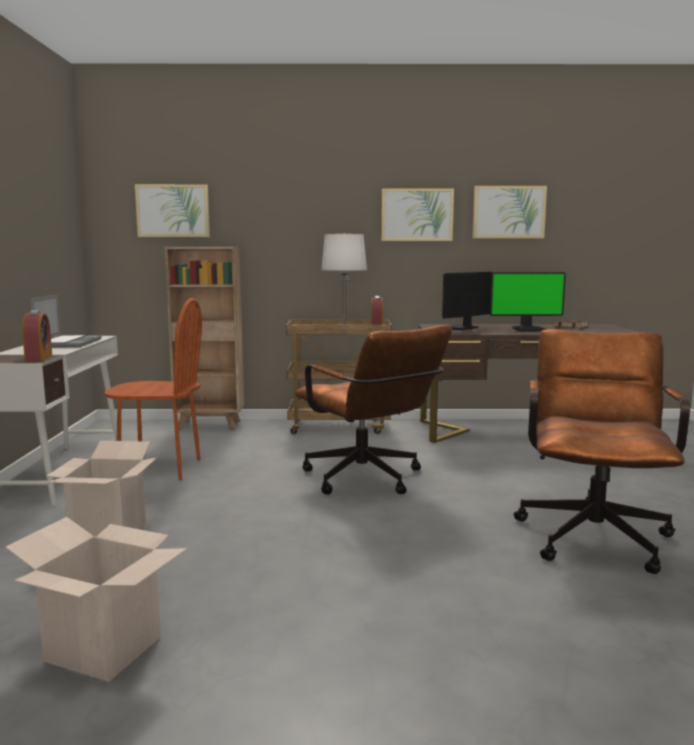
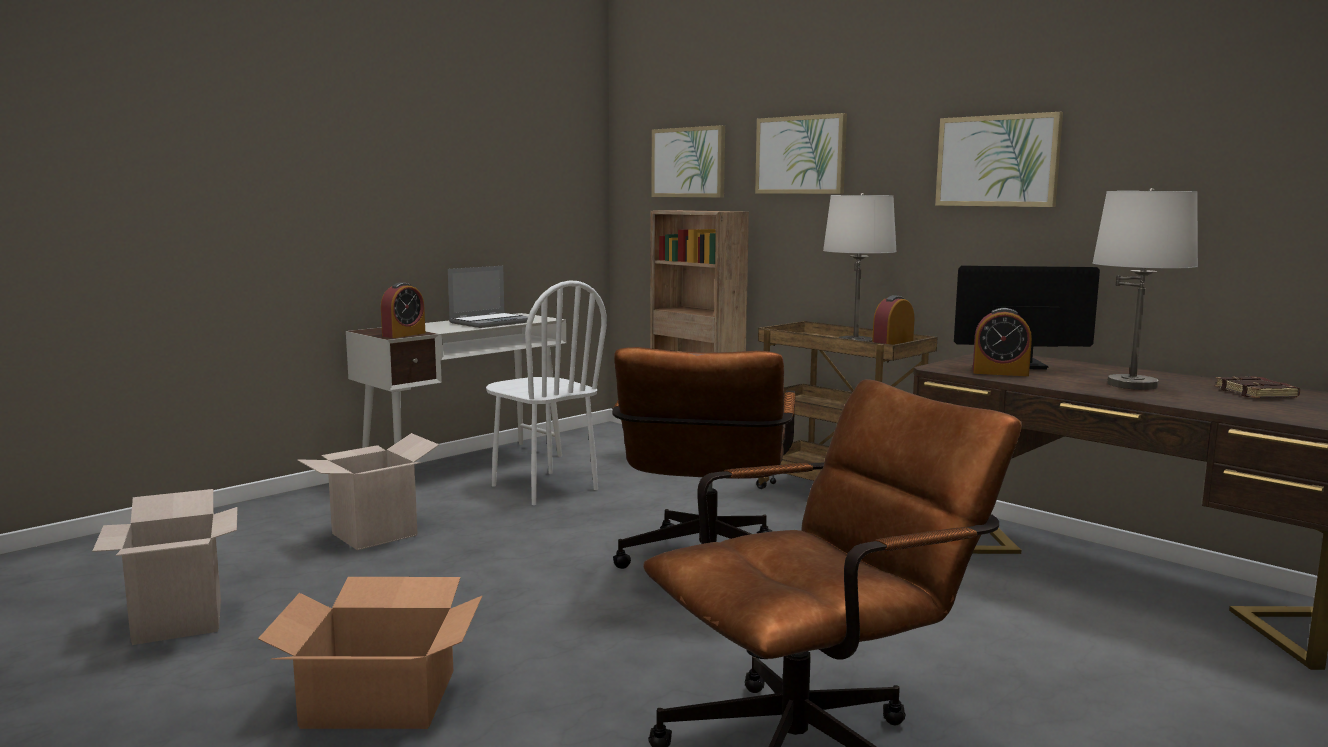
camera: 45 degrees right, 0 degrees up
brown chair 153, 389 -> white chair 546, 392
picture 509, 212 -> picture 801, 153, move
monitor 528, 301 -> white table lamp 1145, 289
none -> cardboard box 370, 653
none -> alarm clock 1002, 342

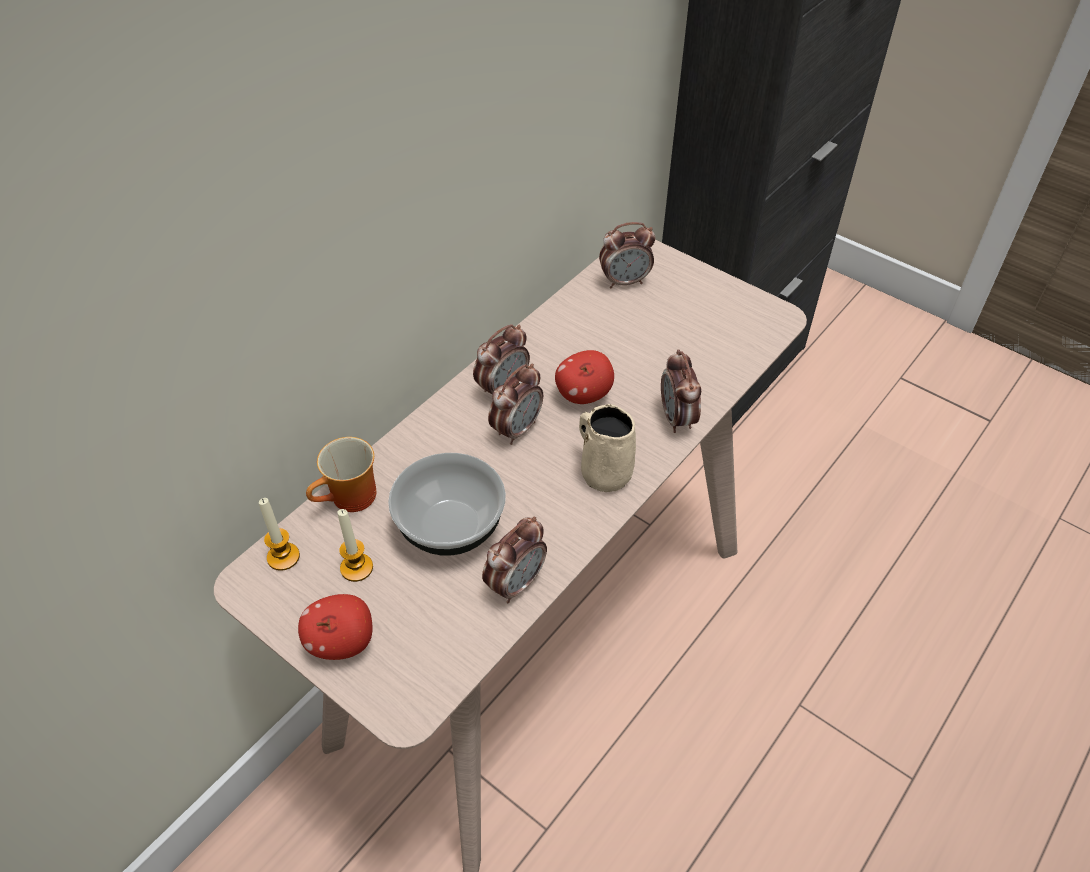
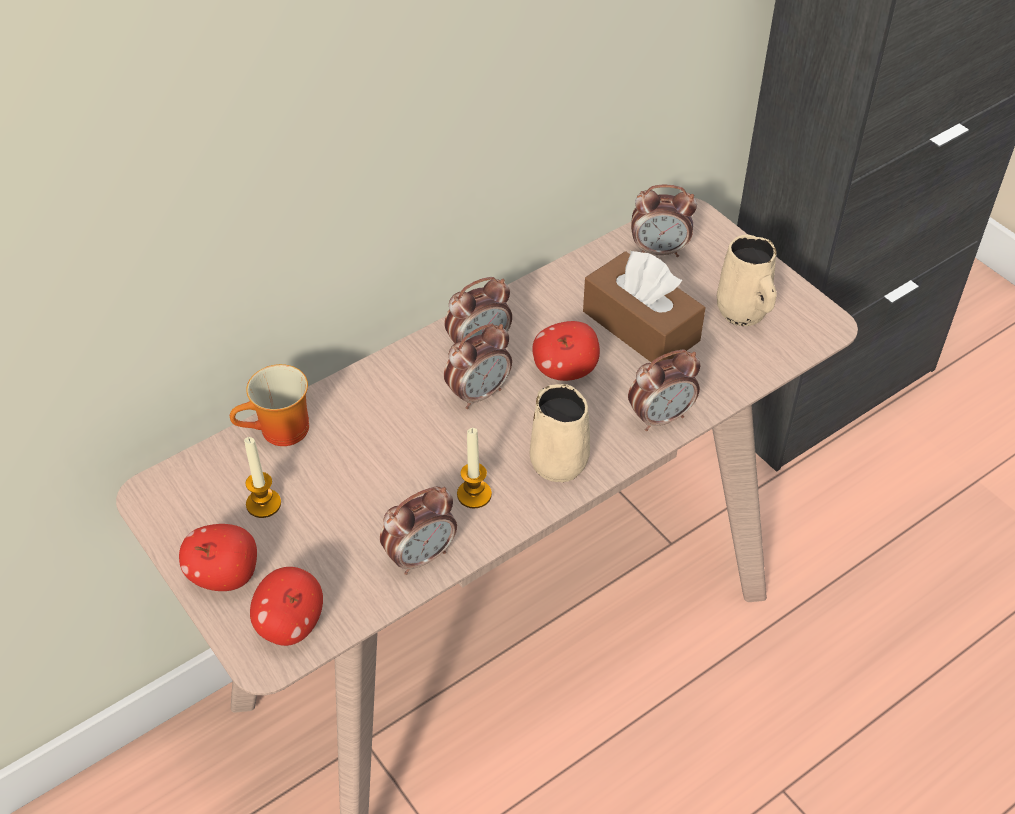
camera: 15 degrees right, 0 degrees up
candle 279, 534 -> candle 474, 468, move
bowl 447, 504 -> none
alarm clock 681, 391 -> alarm clock 664, 390, 120 degrees counterclockwise
none -> apple 286, 606
none -> brown tissue box 644, 306
none -> beige mug 747, 280

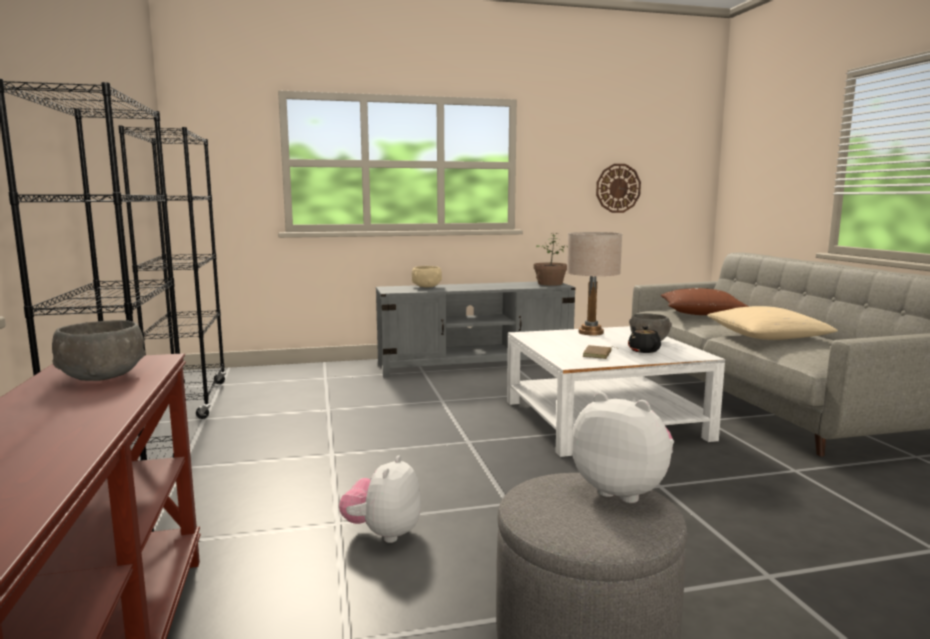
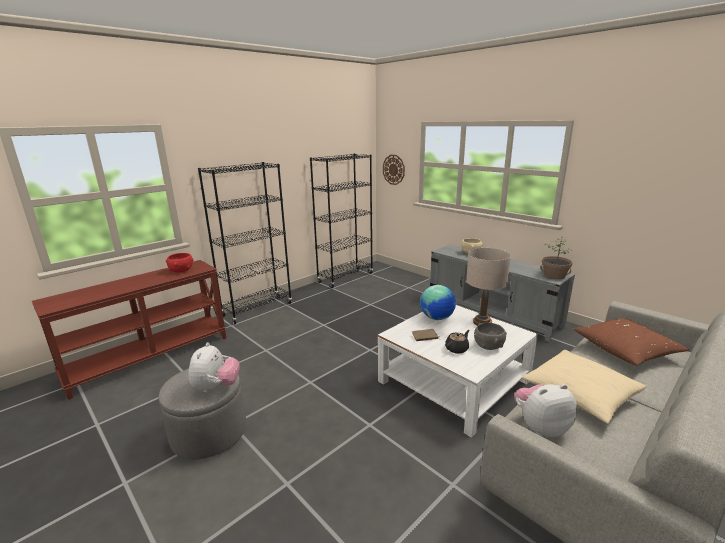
camera: 60 degrees right, 10 degrees up
grey bowl 98, 350 -> red bowl 179, 263
plush toy 380, 499 -> plush toy 545, 410, move
wall clock 618, 188 -> wall clock 394, 170, move
none -> globe 438, 302

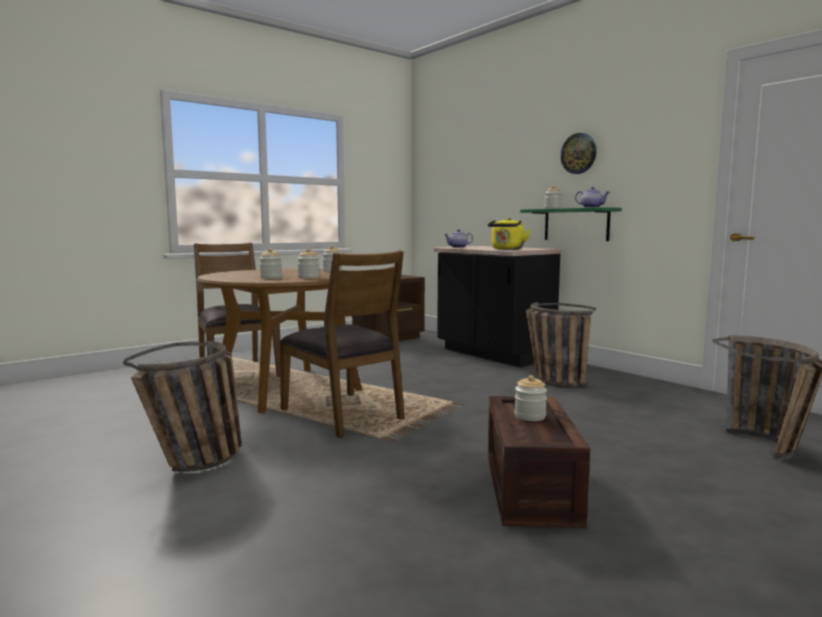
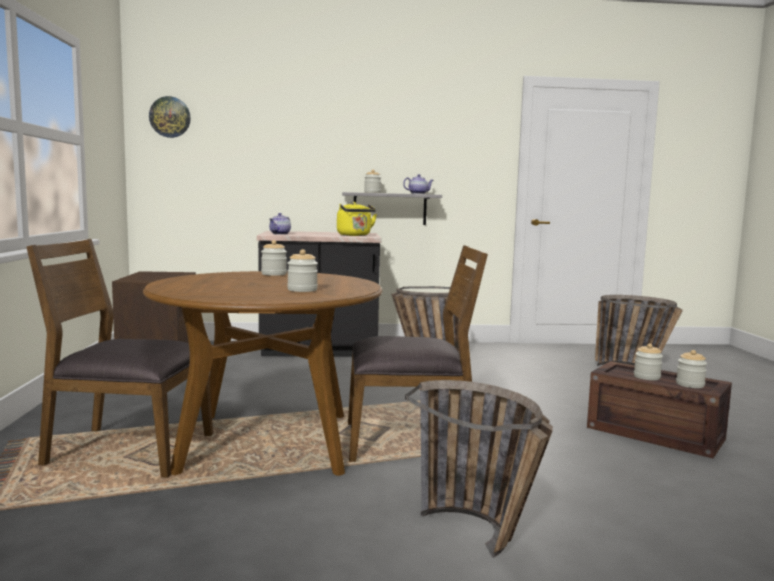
camera: 55 degrees left, 0 degrees up
jar 308, 263 -> jar 691, 369, move
green shelf 571, 224 -> grey shelf 392, 208
wall clock 579, 153 -> wall clock 170, 117, move

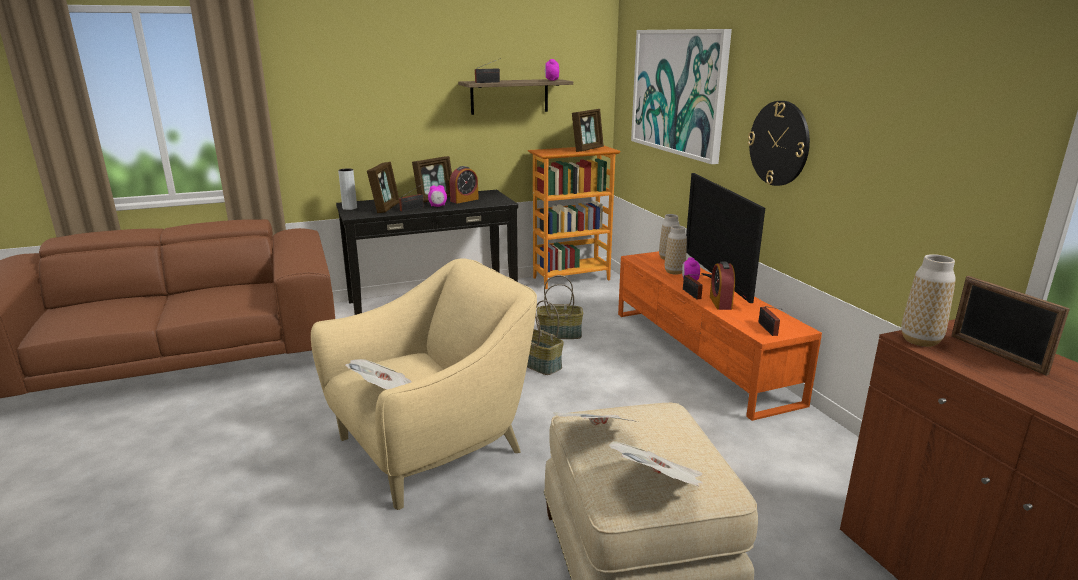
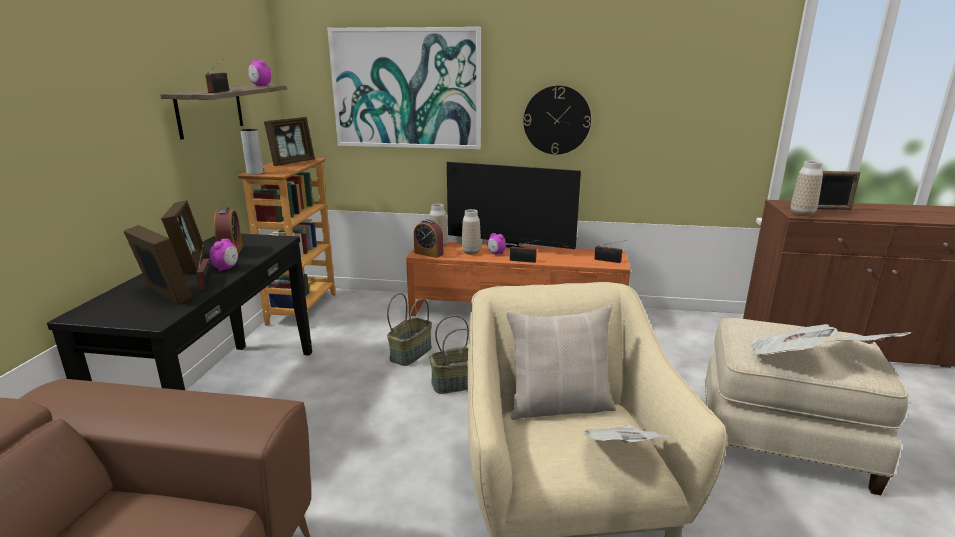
camera: 60 degrees left, 0 degrees up
grey vase 347, 189 -> grey vase 251, 152, move
picture frame 588, 130 -> picture frame 289, 141, 60 degrees clockwise
alarm clock 722, 286 -> alarm clock 429, 238, move
none -> beige pillow 561, 363

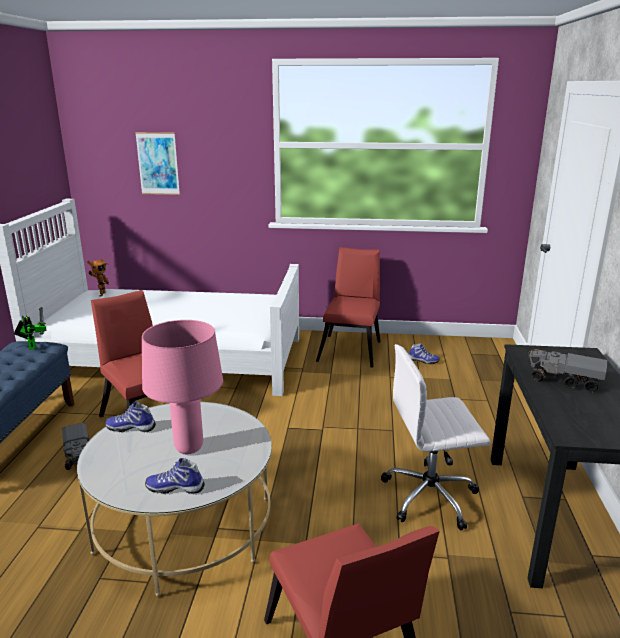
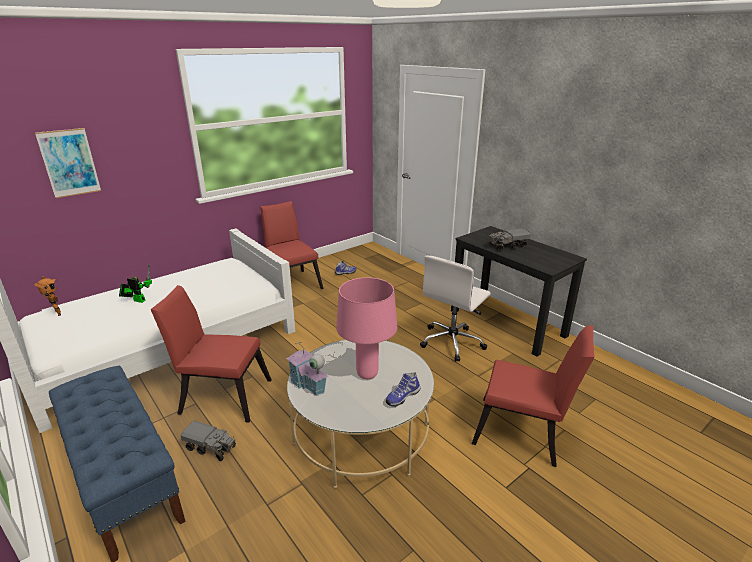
camera: 45 degrees left, 5 degrees up
toy robot 30, 328 -> toy robot 135, 284, move
shoe 130, 417 -> toy house 307, 368

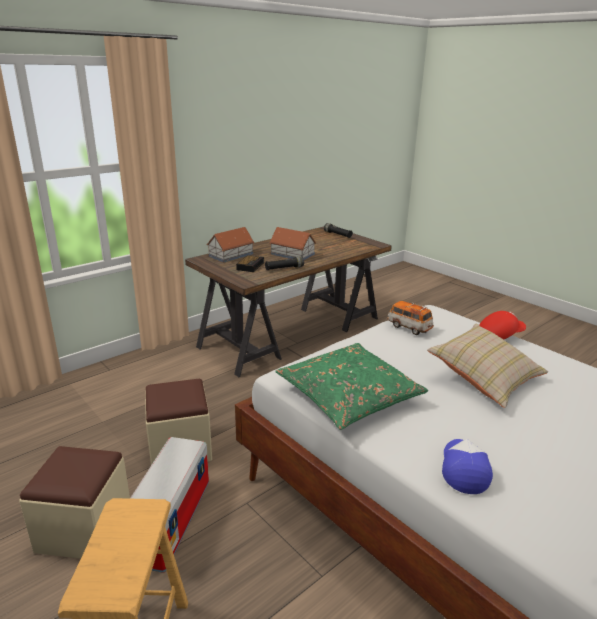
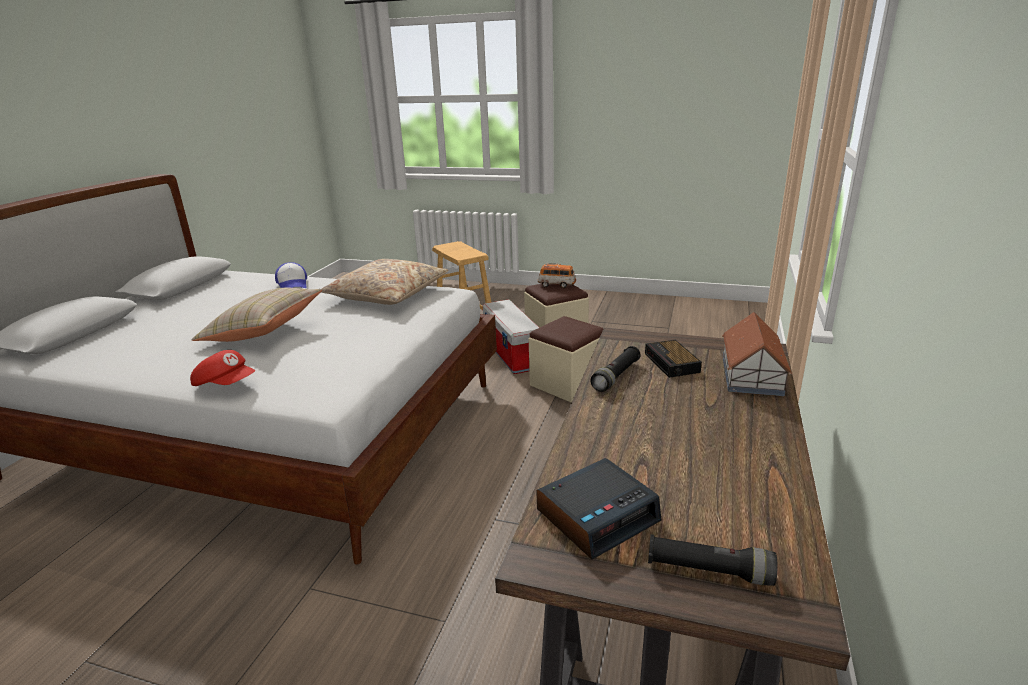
camera: 150 degrees right, 0 degrees up
toy house 292, 243 -> none
green pillow 352, 386 -> beige pillow 384, 282
toy car 410, 318 -> toy car 556, 275, move
red cap 503, 325 -> red cap 222, 368, 105 degrees counterclockwise
none -> alarm clock 599, 508

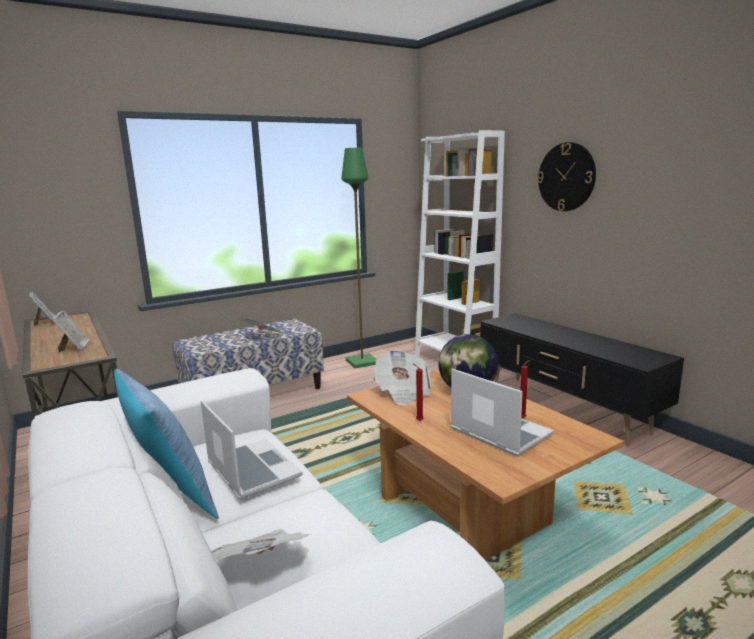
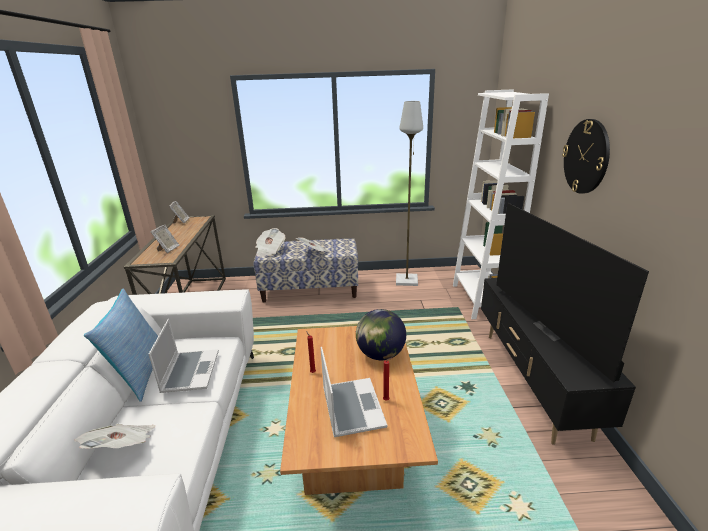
camera: 30 degrees right, 10 degrees up
green floor lamp 358, 258 -> grey floor lamp 409, 193
newspaper 402, 377 -> newspaper 270, 242, move
none -> television 572, 292

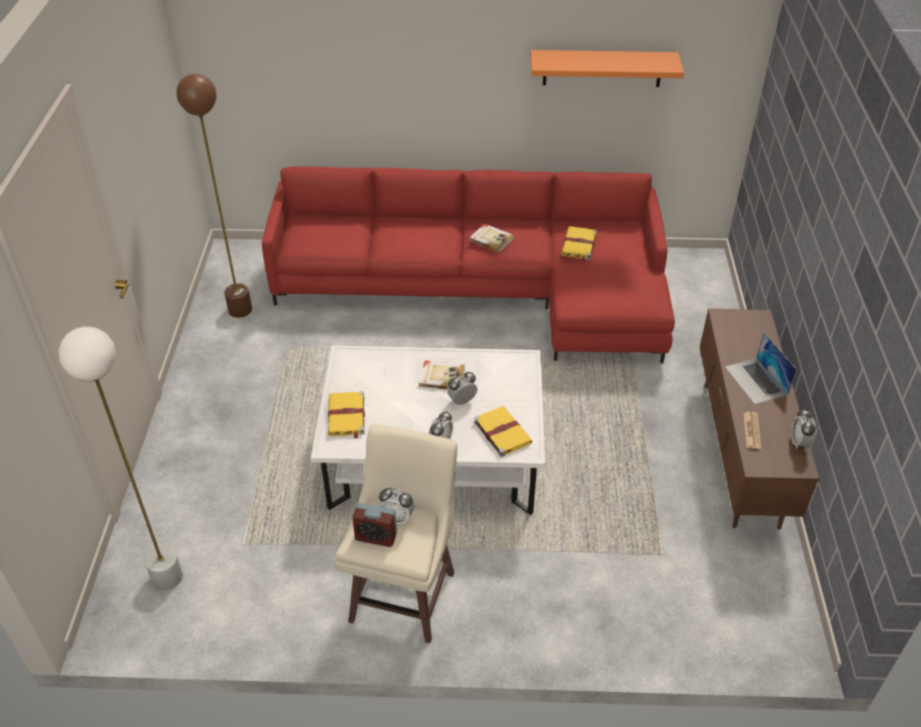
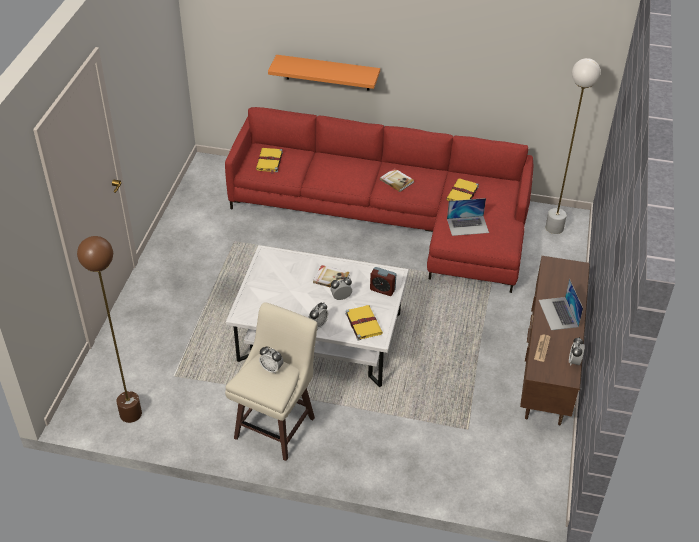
camera: 10 degrees right, 0 degrees up
white floor lamp 121, 458 -> white floor lamp 573, 146, move
brown floor lamp 214, 196 -> brown floor lamp 109, 329, move
yellow book 346, 415 -> yellow book 269, 161, move
alarm clock 374, 525 -> alarm clock 383, 281, move
orange shelf 607, 68 -> orange shelf 324, 72, move
none -> laptop 468, 217

